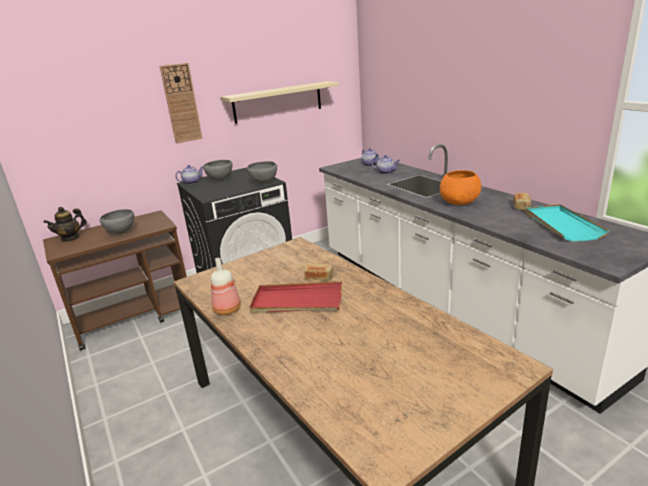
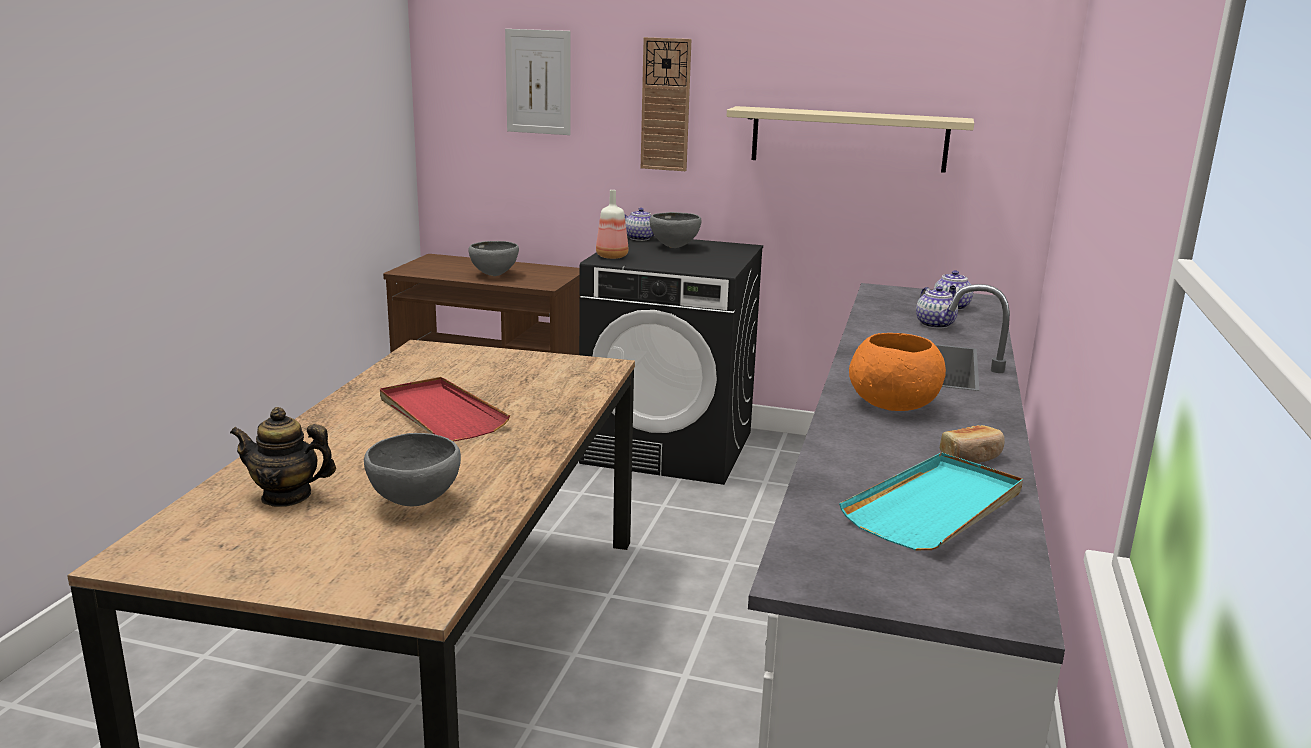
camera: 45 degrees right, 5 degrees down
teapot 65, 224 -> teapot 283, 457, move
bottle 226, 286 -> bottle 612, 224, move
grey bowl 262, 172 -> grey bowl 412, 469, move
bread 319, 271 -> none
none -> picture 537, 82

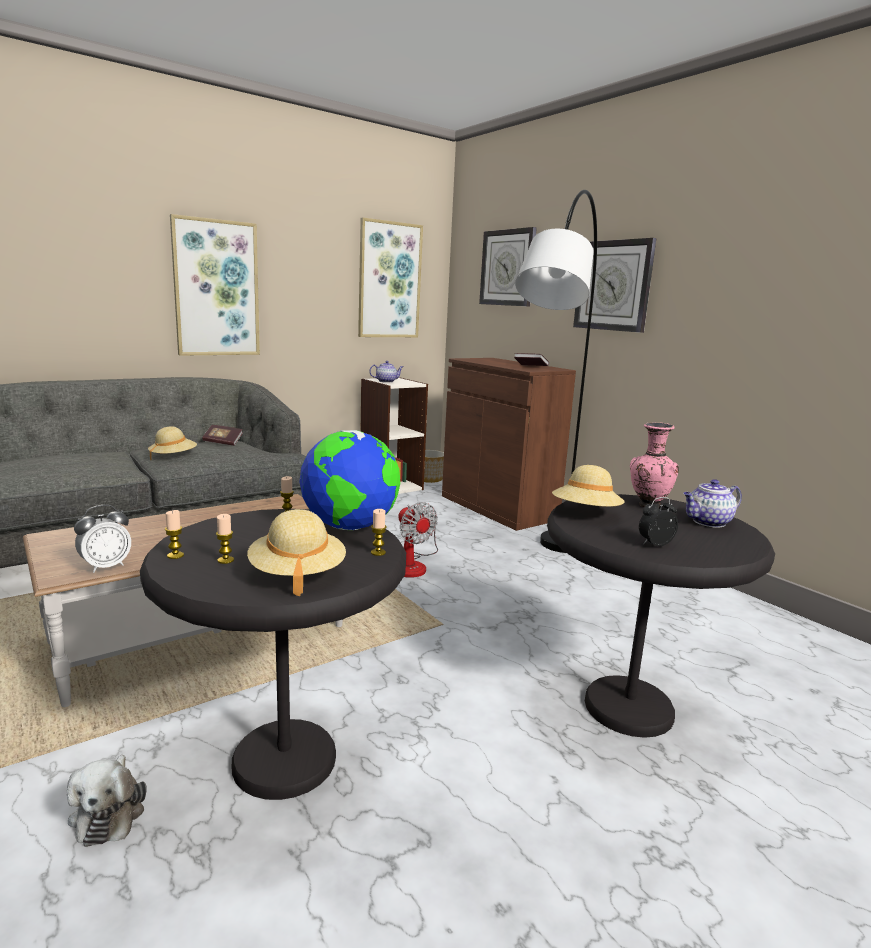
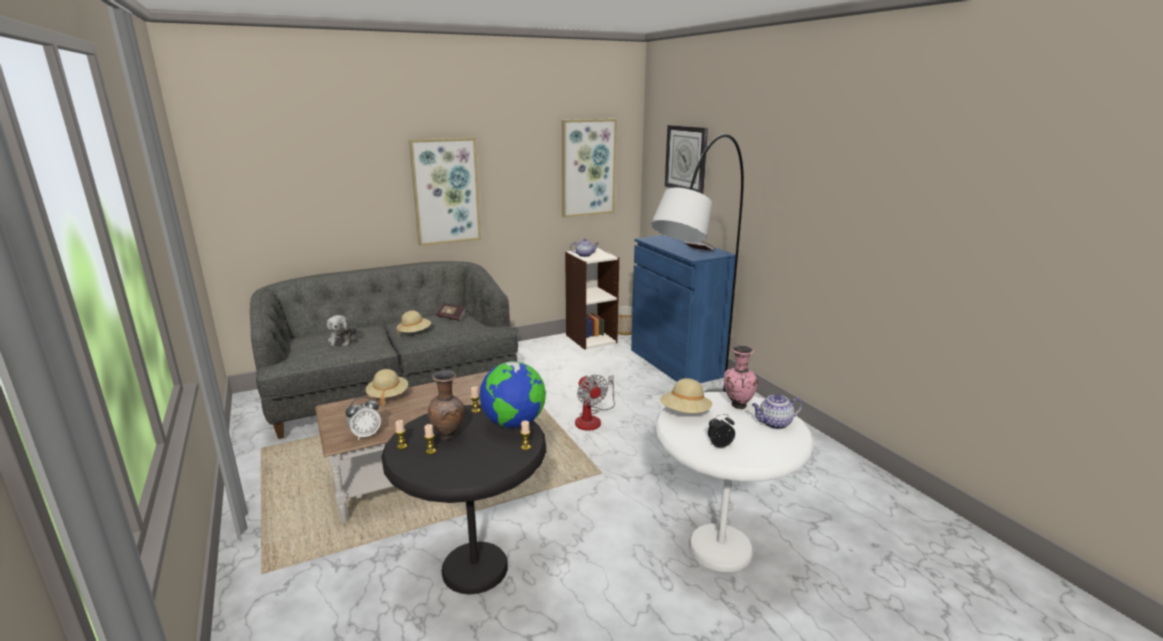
camera: 10 degrees right, 5 degrees up
plush toy 107, 801 -> plush toy 341, 330, move
beige hat 296, 552 -> beige hat 387, 387, move
brown cabinet 509, 444 -> blue cabinet 683, 309
black side table 661, 616 -> white side table 734, 482
wall clock 614, 285 -> none
none -> brown vase 446, 405

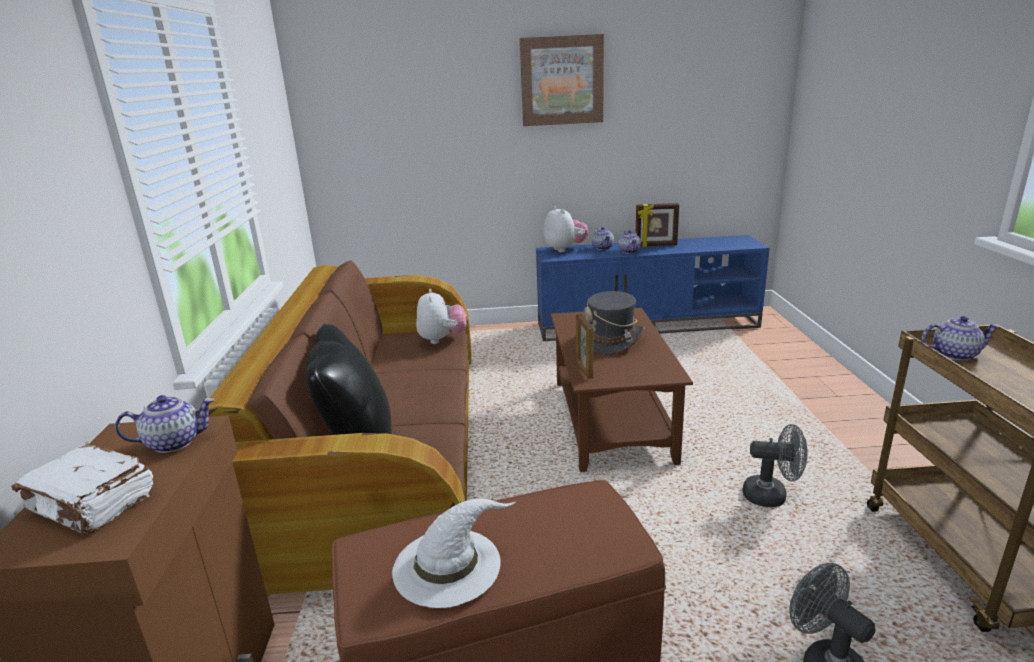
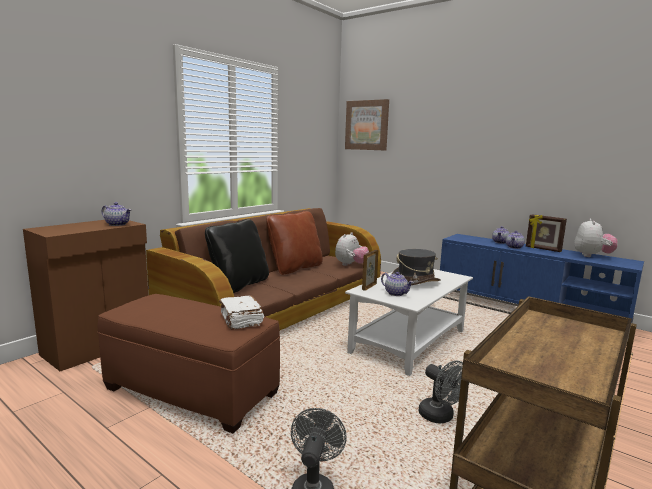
camera: 40 degrees right, 10 degrees down
white book 82, 489 -> white book 241, 312, move
white hat 454, 553 -> none
picture 562, 80 -> picture 367, 124, move
plush toy 566, 229 -> plush toy 595, 238, move
brown coffee table 622, 390 -> white coffee table 409, 322
teapot 961, 338 -> teapot 397, 284, move
none -> brown pillow 294, 243

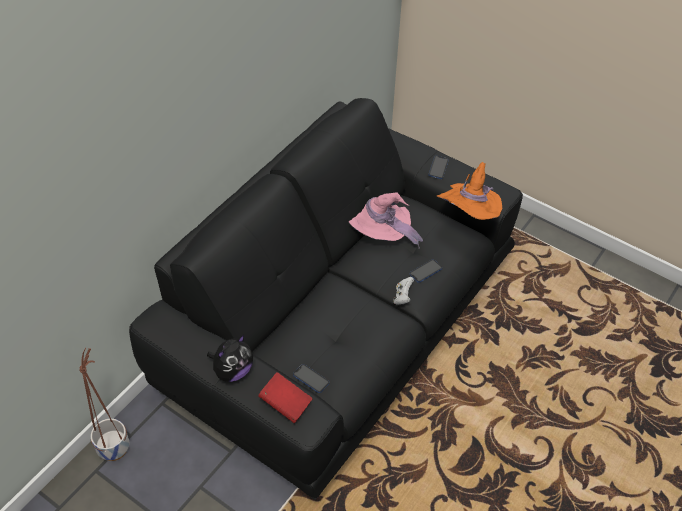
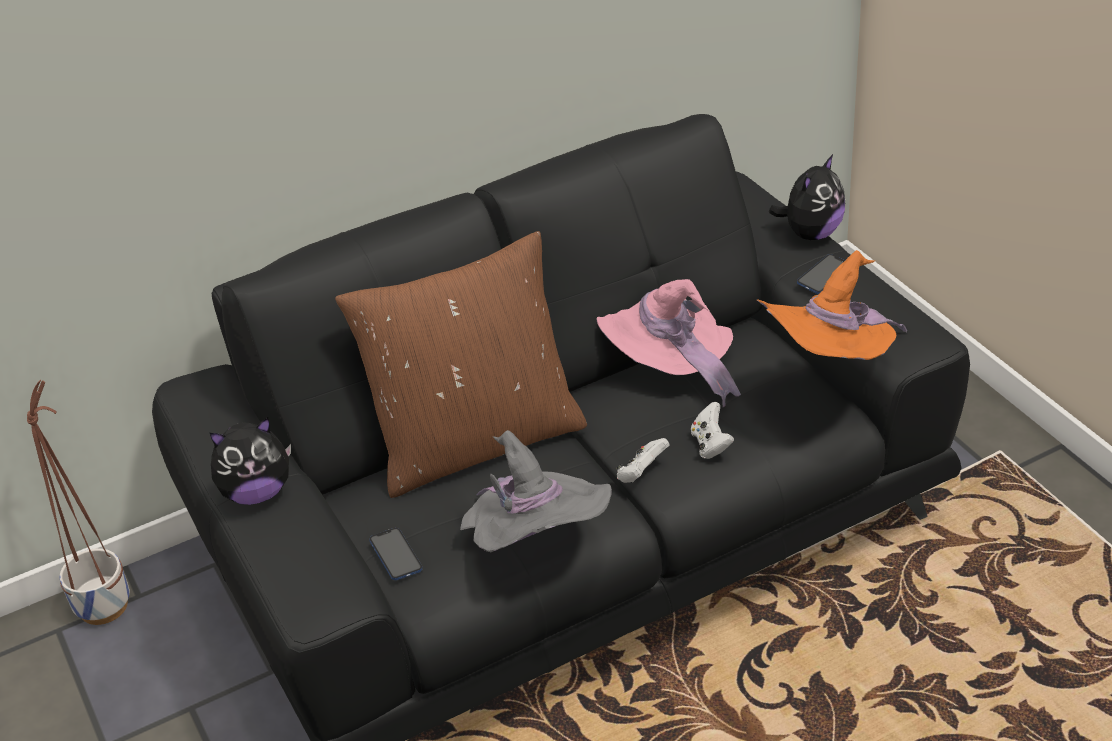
camera: 30 degrees right, 10 degrees down
red book 285, 397 -> none
phone 426, 271 -> white game controller 712, 430
none -> brown pillow 461, 364
none -> grey hat 536, 491
none -> plush toy 807, 197

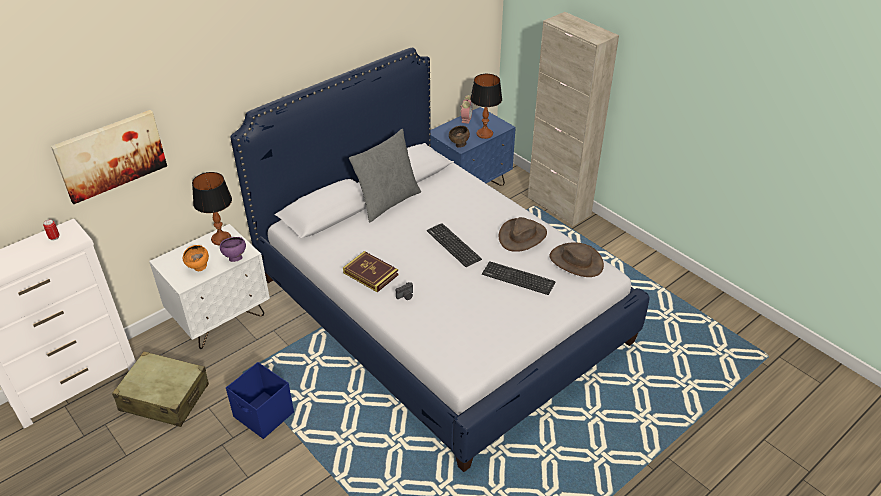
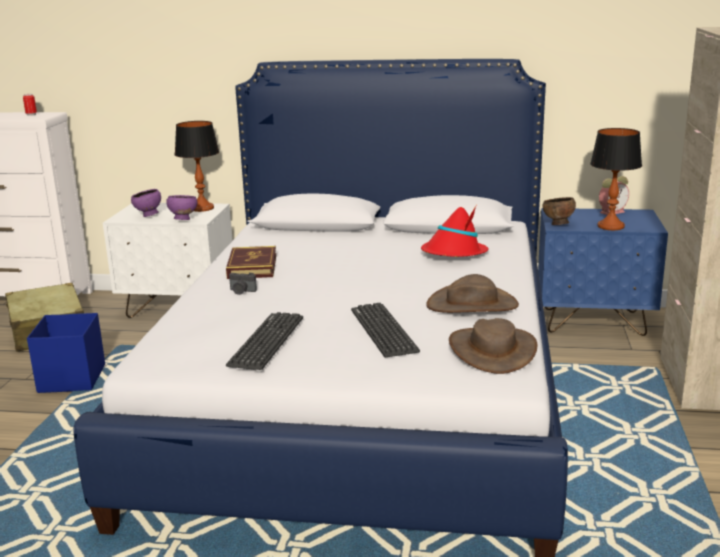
camera: 50 degrees right, 20 degrees down
picture 109, 157 -> none
orange bowl 196, 258 -> purple bowl 146, 203
grey pillow 385, 175 -> none
keyboard 454, 245 -> keyboard 264, 341, move
none -> red hat 455, 231

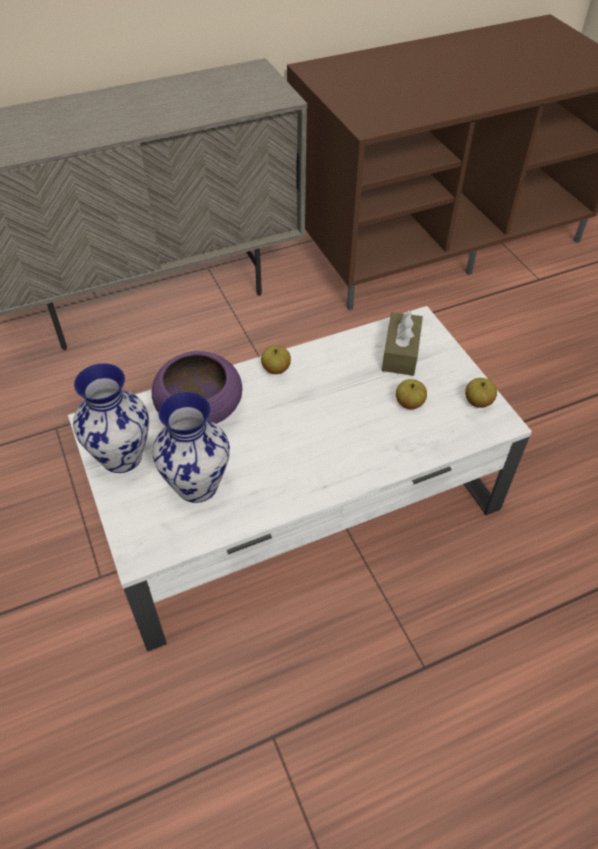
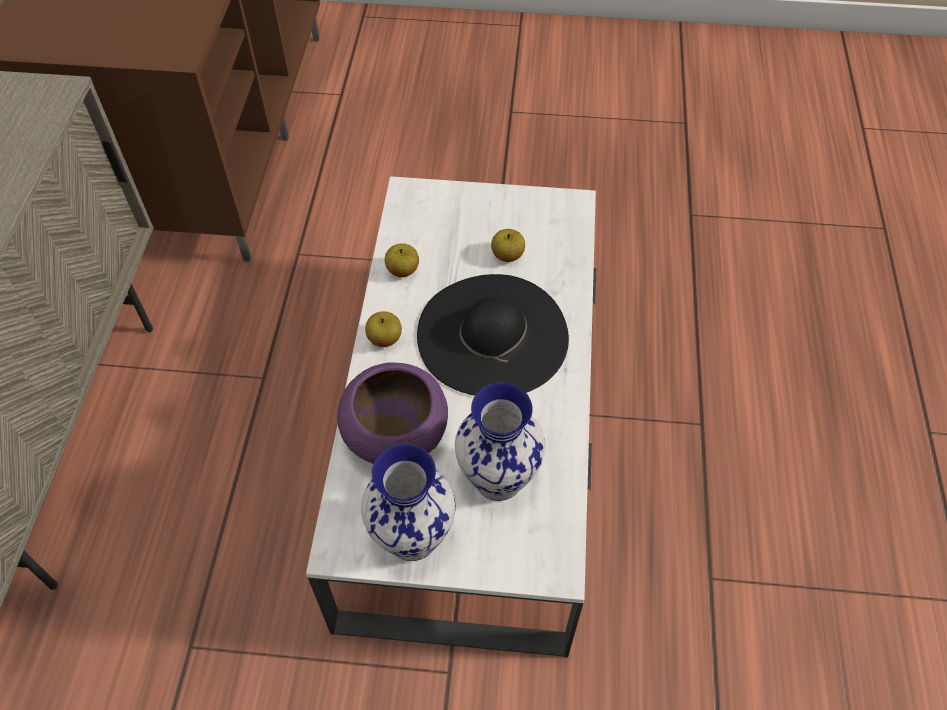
camera: 60 degrees left, 5 degrees up
brown tissue box 402, 343 -> none
apple 481, 393 -> apple 402, 260, move
none -> black hat 493, 335

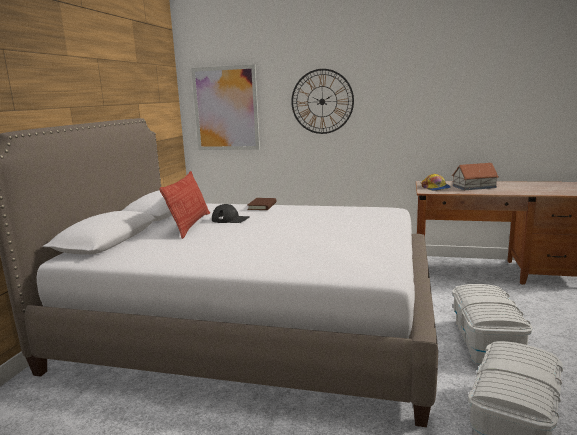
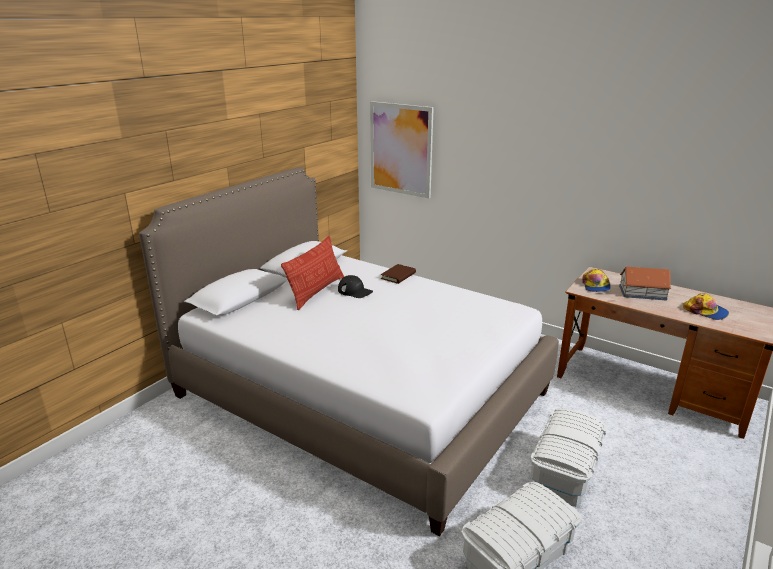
camera: 20 degrees right, 10 degrees up
wall clock 322, 101 -> none
none -> cap 706, 306

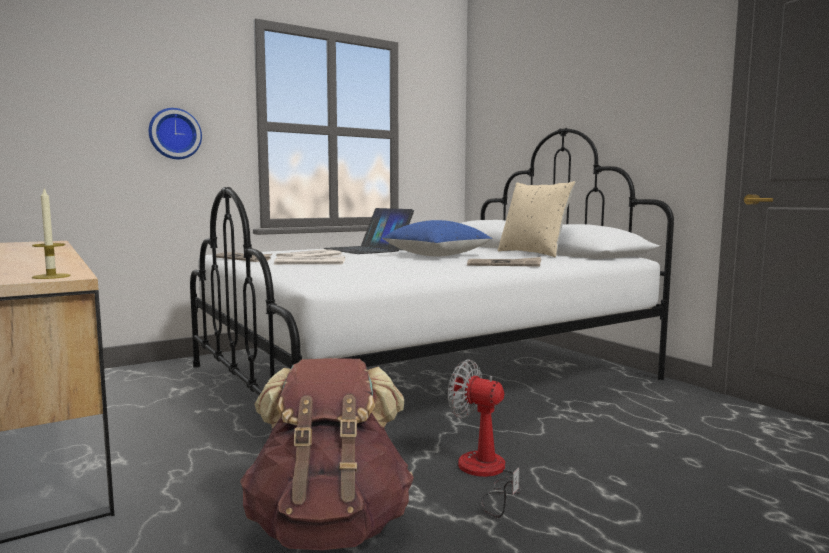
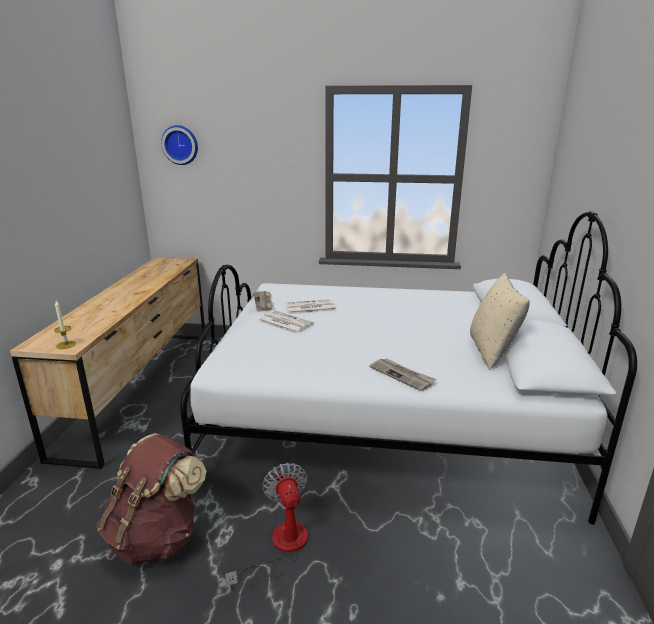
camera: 40 degrees right, 15 degrees up
wall clock 175, 133 -> wall clock 179, 145, move
laptop 368, 231 -> none
blue pillow 437, 238 -> none

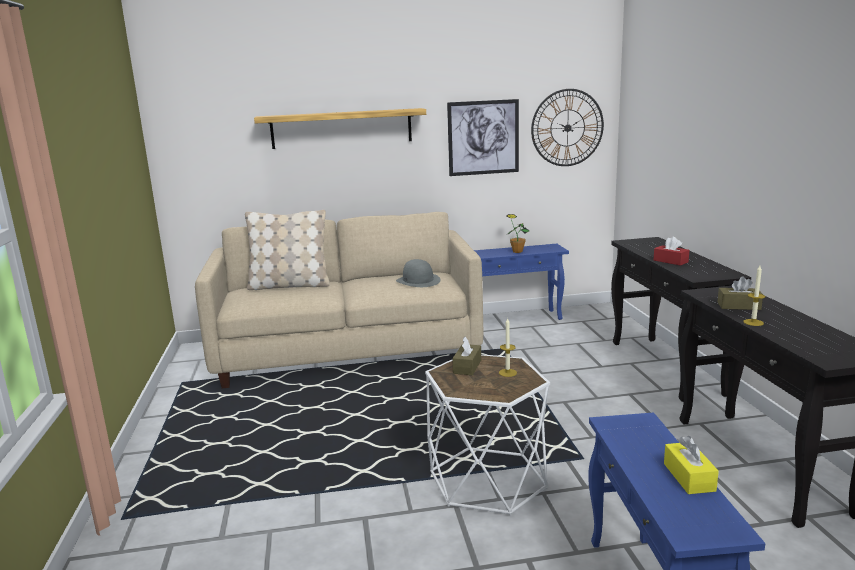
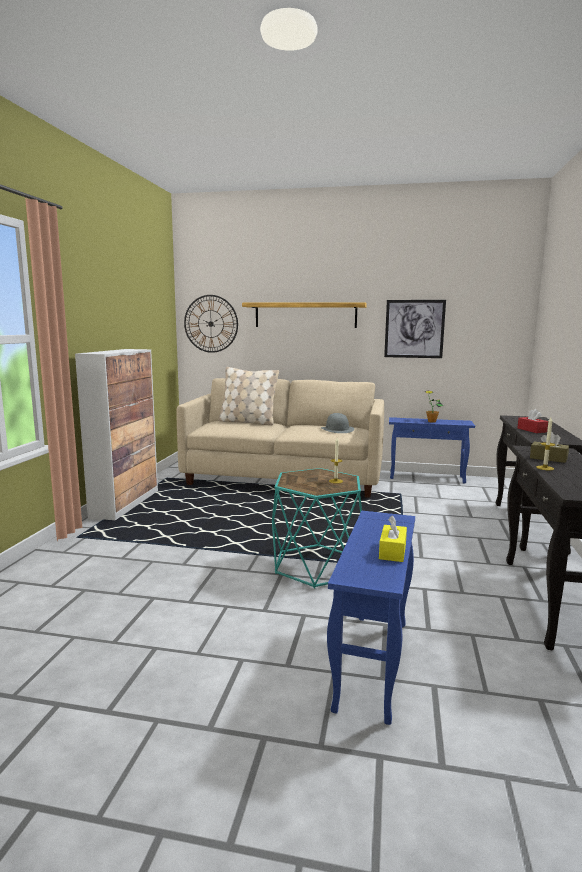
camera: 20 degrees right, 5 degrees down
white side table 487, 435 -> turquoise side table 317, 528
brown tissue box 466, 356 -> none
wall clock 567, 127 -> wall clock 211, 324, move
none -> cabinet 116, 434

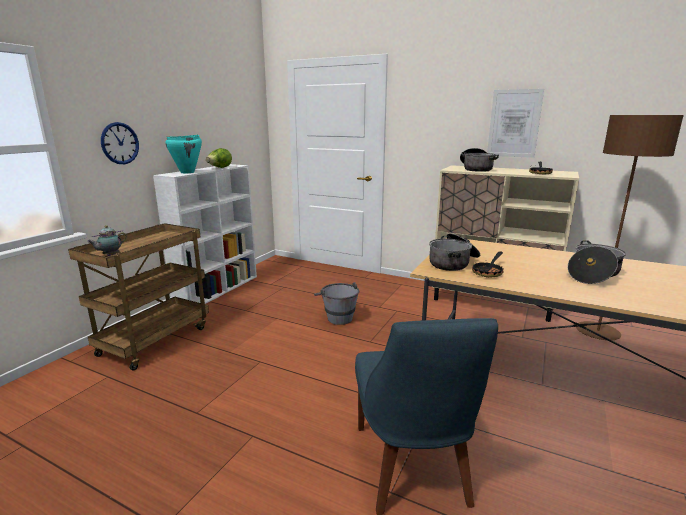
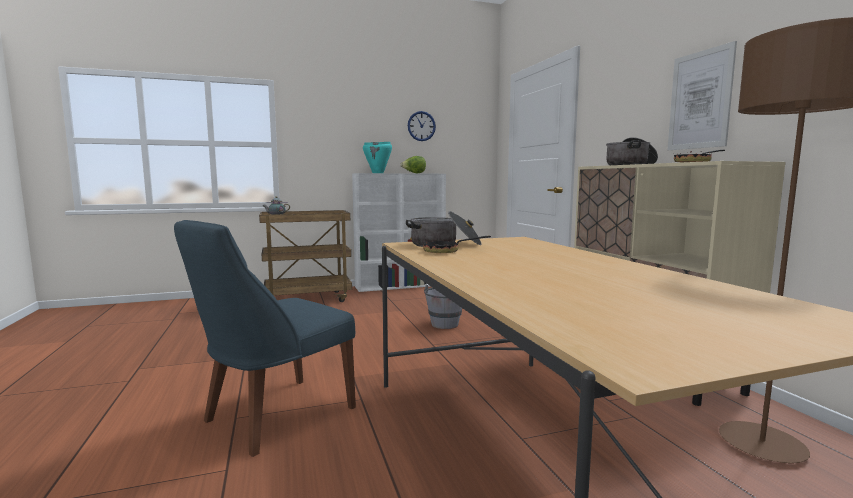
camera: 45 degrees right, 10 degrees down
wall clock 120, 143 -> wall clock 422, 126, move
cooking pot 597, 262 -> none

